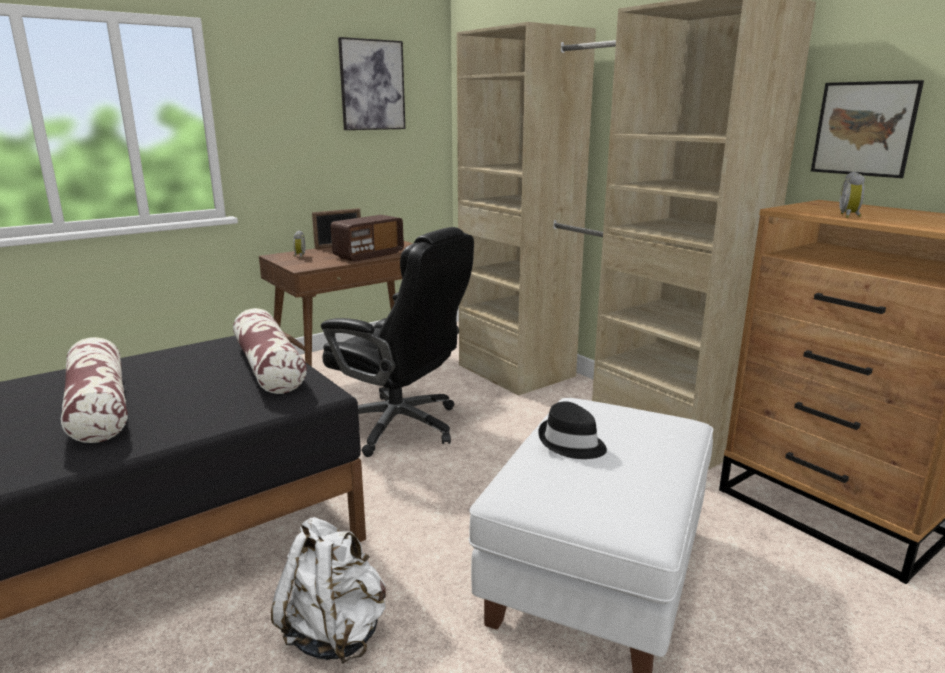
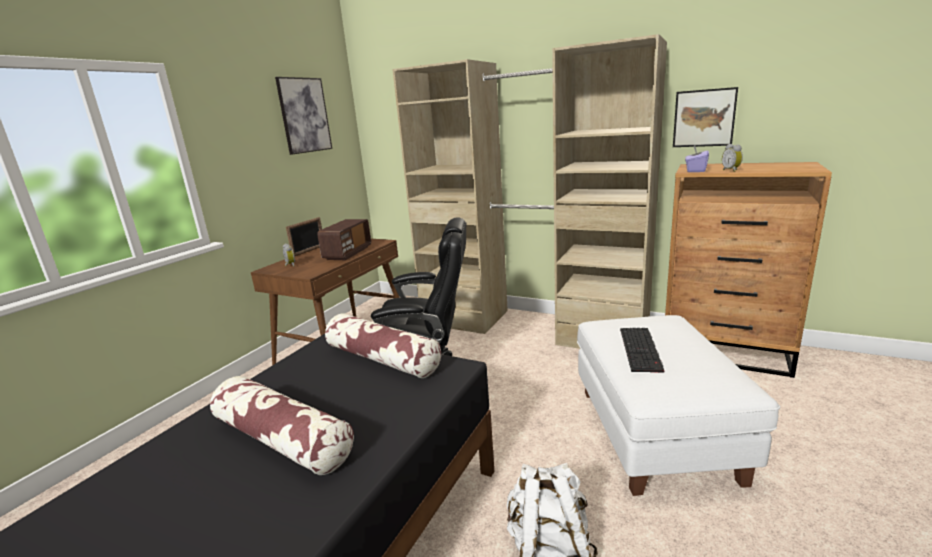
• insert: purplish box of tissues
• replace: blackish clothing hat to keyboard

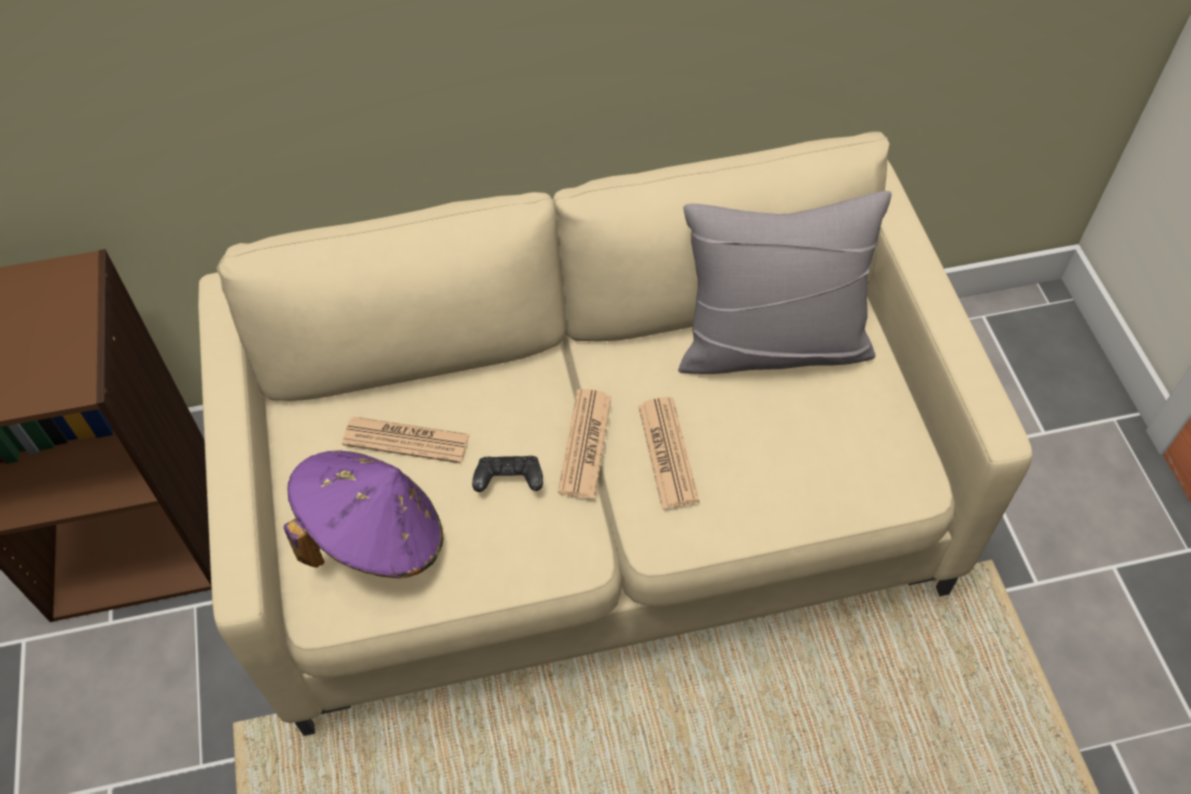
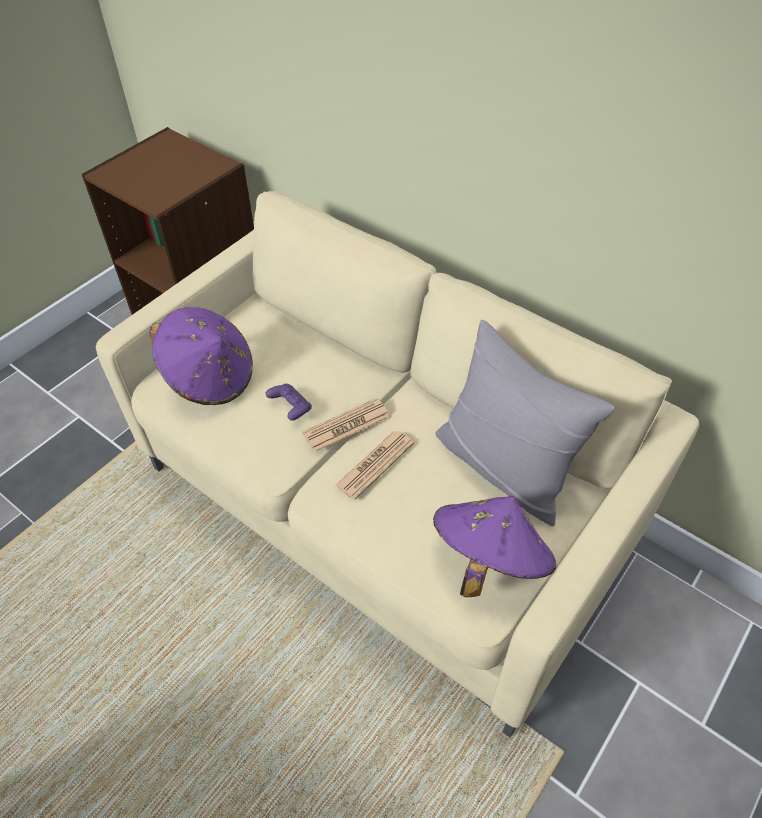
• delete: printed paper (1st from left)
• insert: purplish clothing hat (2nd from left)
• recolor: blackish joypad to purplish joypad

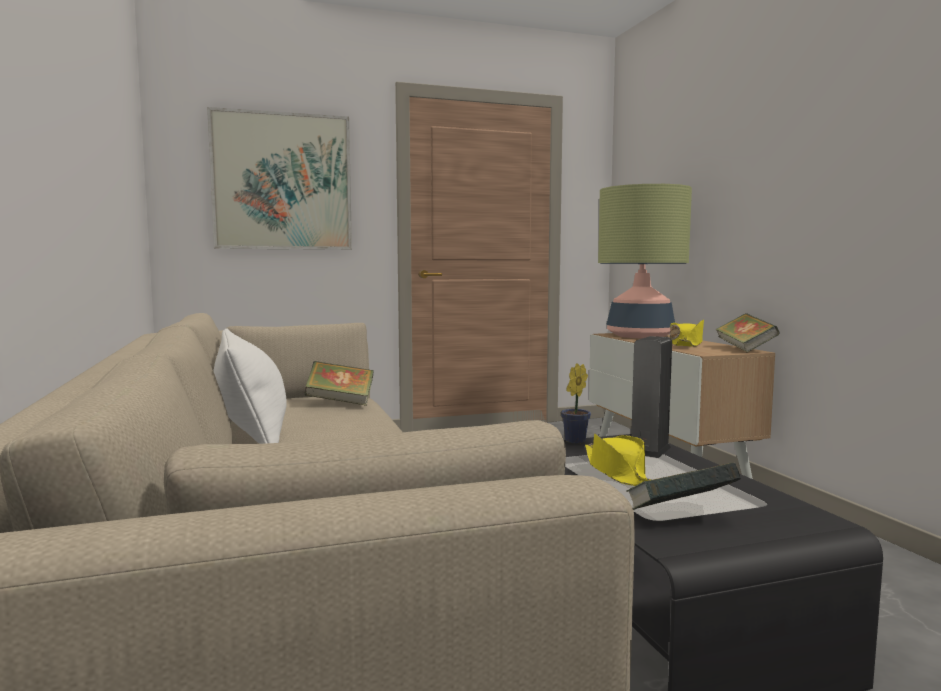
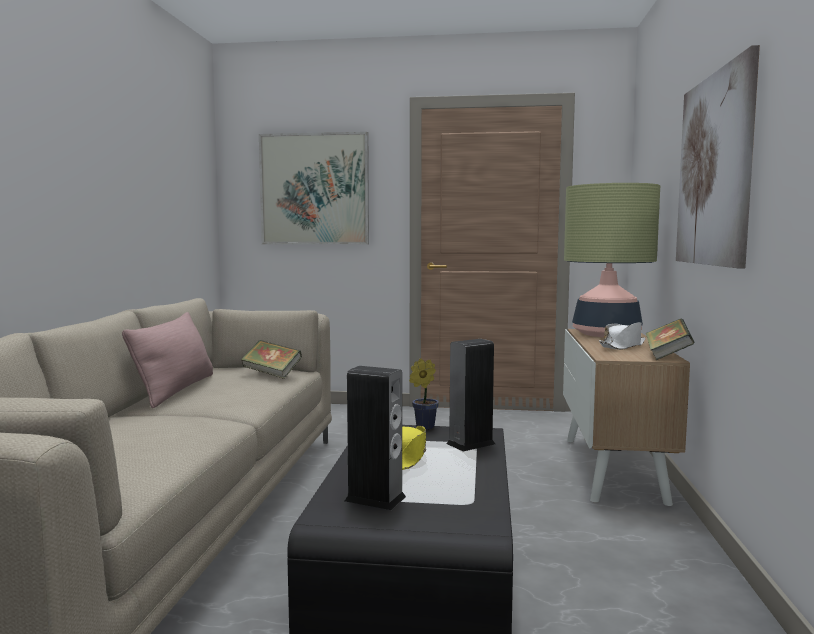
• insert: wall art (2nd from left)
• replace: bound book (2nd from left) to audio speaker (1st from left)
• recolor: whitish cushion to pinkish cushion
• recolor: yellow clothing hat (2nd from left) to whitish clothing hat

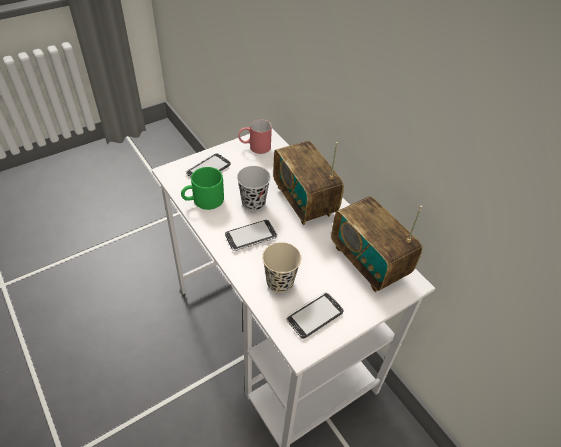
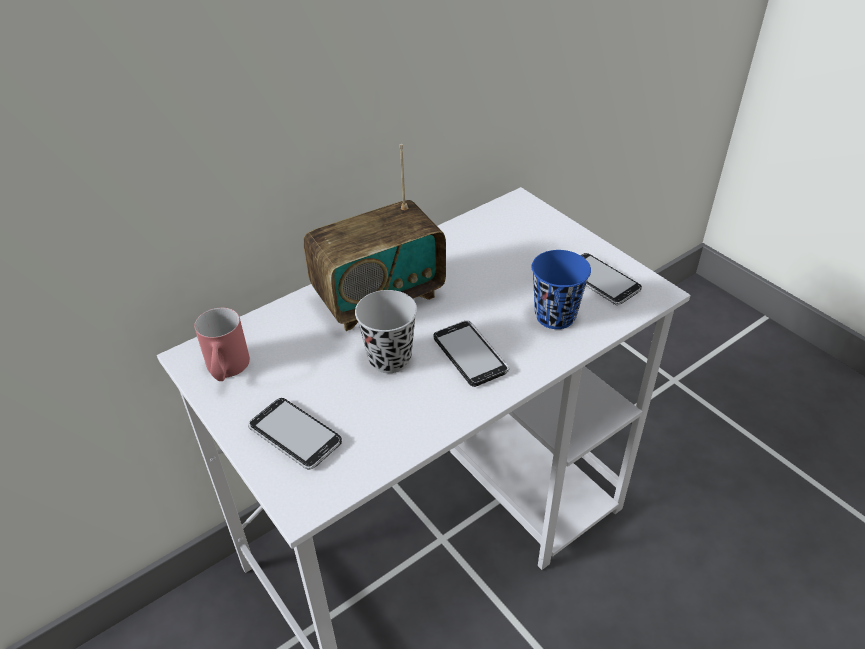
• delete: greenish coffee mug
• delete: radio (2nd from left)
• recolor: beige-coloured small cup to blue-coloured small cup

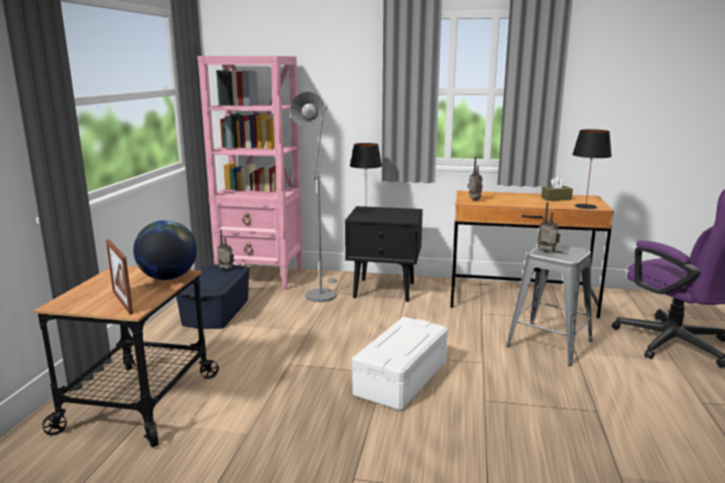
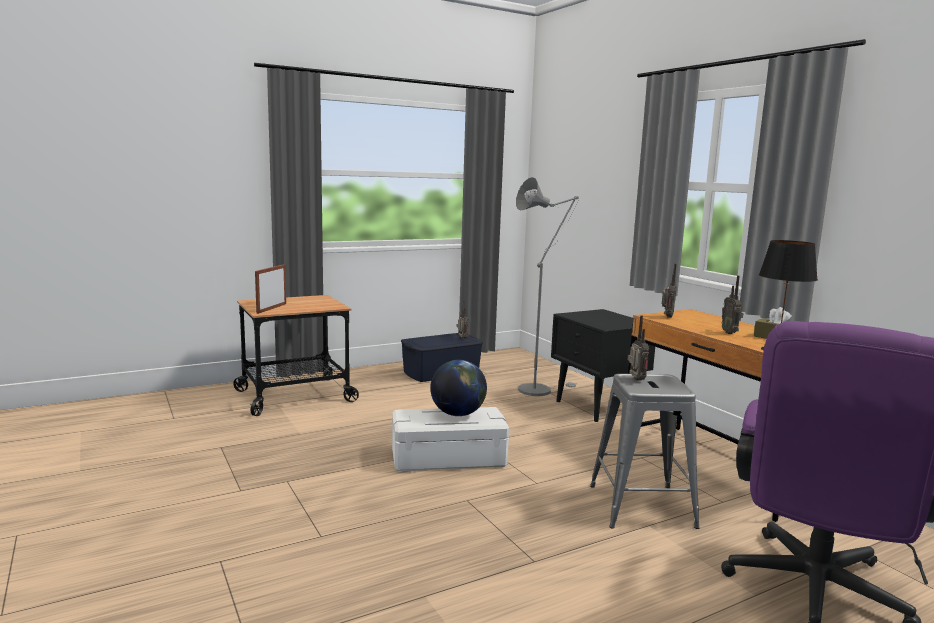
• delete: pinkish bookshelf
• delete: blackish tabletop lamp (1st from left)
• insert: radio (4th from left)
• move: globe

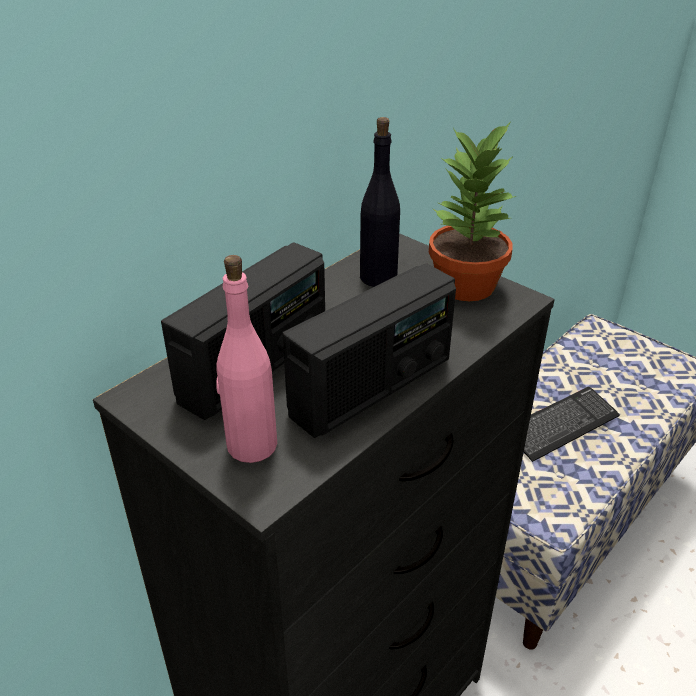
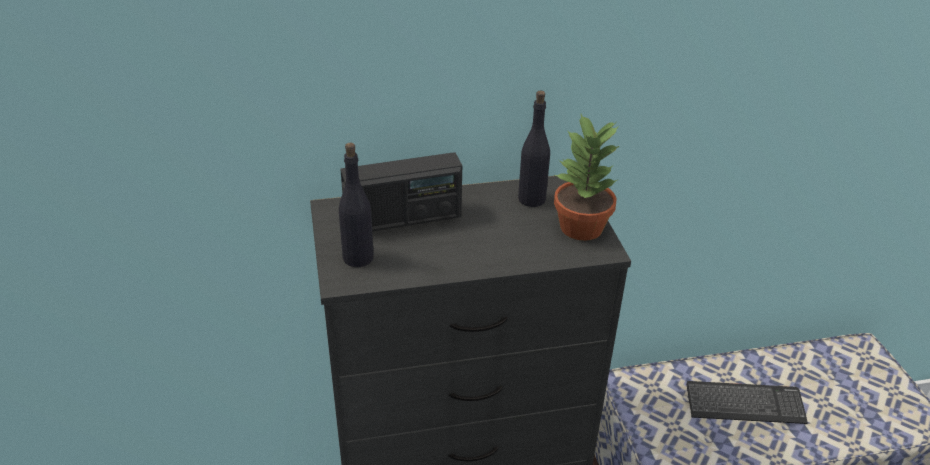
• delete: radio (2nd from left)
• recolor: pinkish beverage bottle to blackish beverage bottle (1st from left)

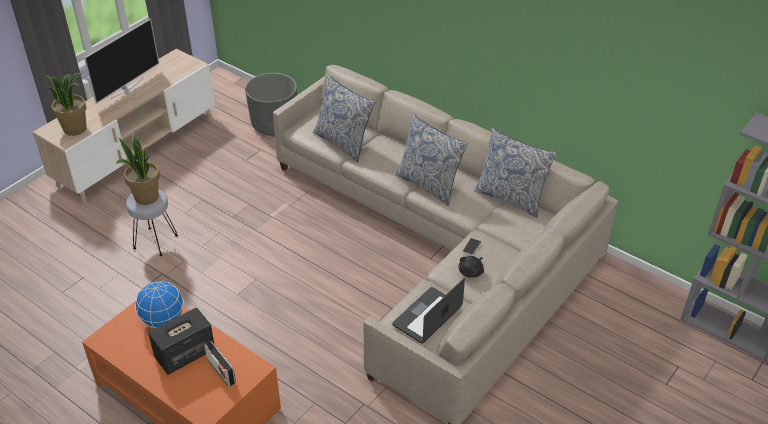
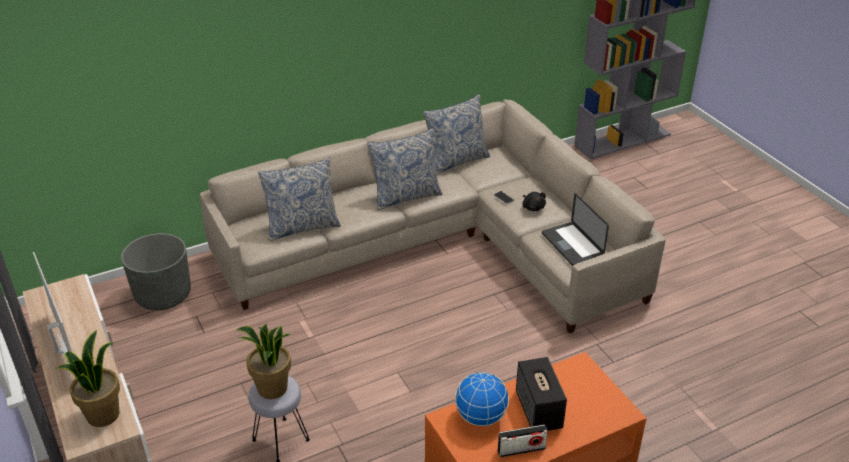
• move: radio

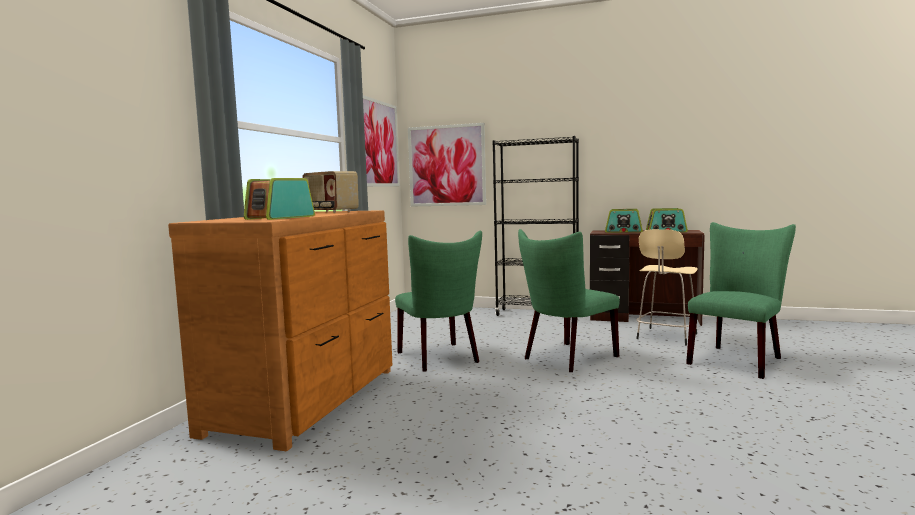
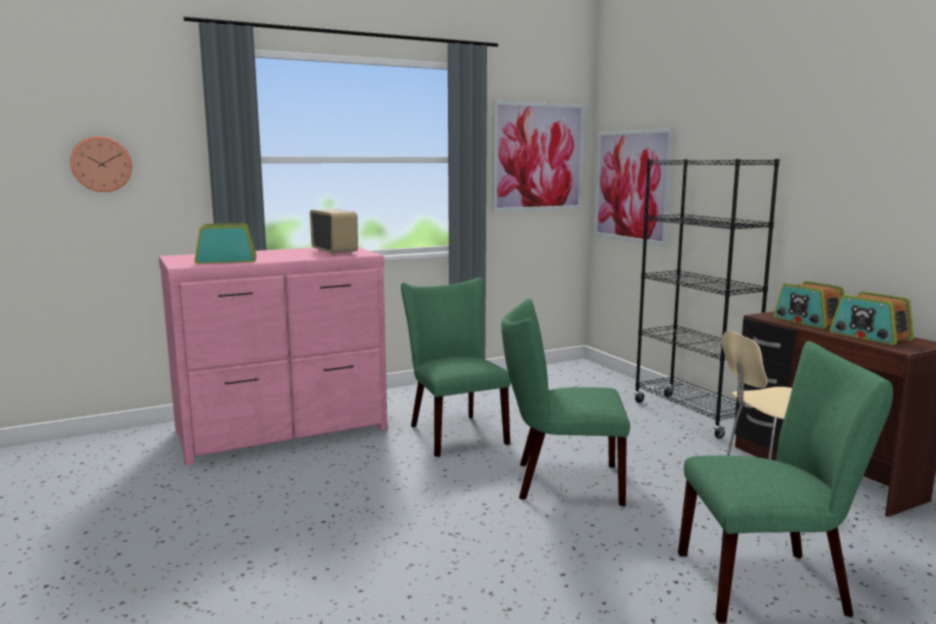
• insert: hanging clock
• recolor: brown-coloured chest of drawers to pinkish chest of drawers
• rotate: radio (2nd from left) 150 degrees clockwise
• rotate: greenish plain chair (1st from left) 135 degrees clockwise

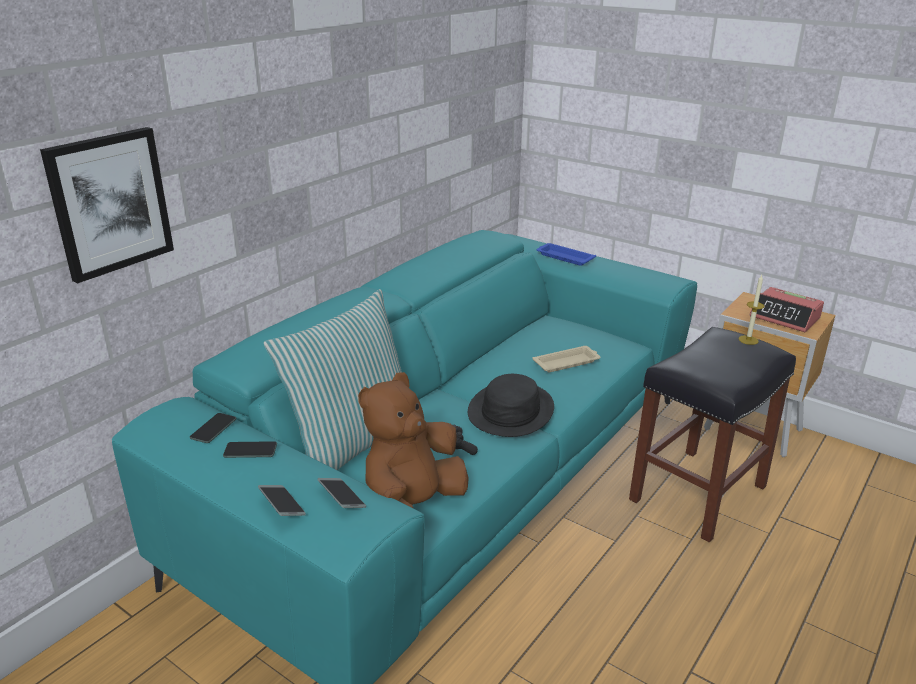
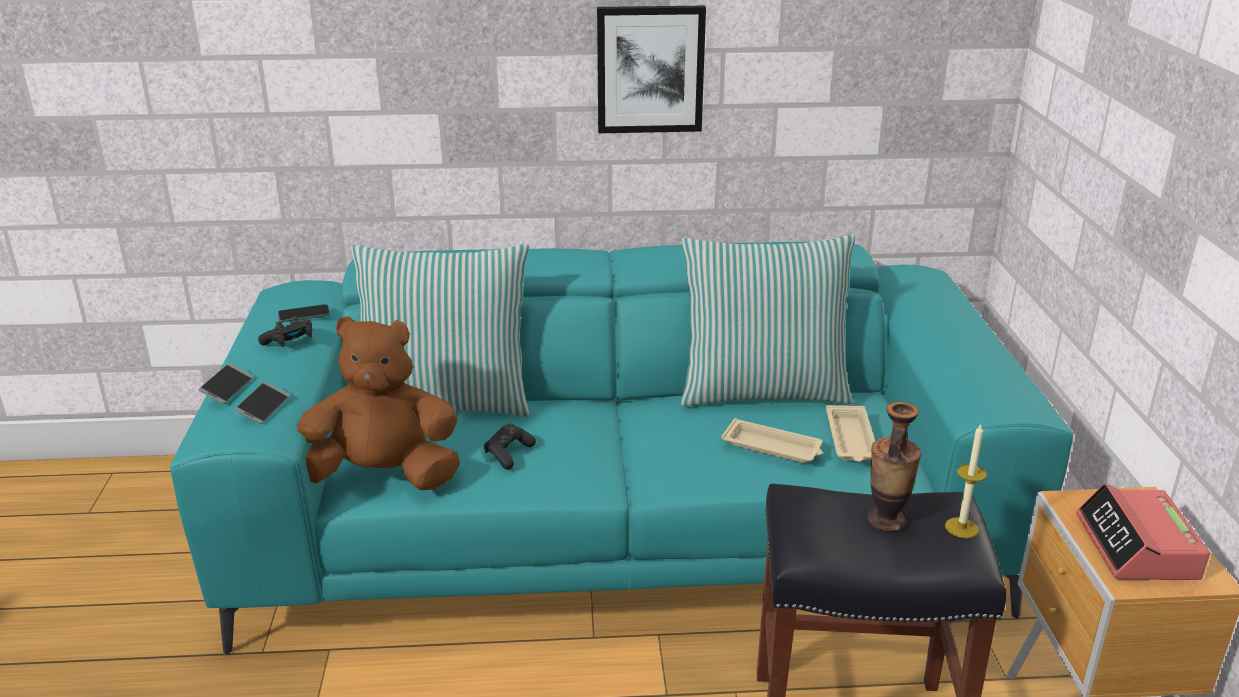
• delete: blackish clothing hat
• delete: blue-coloured carrying tray
• insert: cushion (2nd from left)
• insert: beige-coloured carrying tray (2nd from left)
• insert: flower vase
• move: wall art
• replace: phone (2nd from left) to blackish joypad (1st from left)

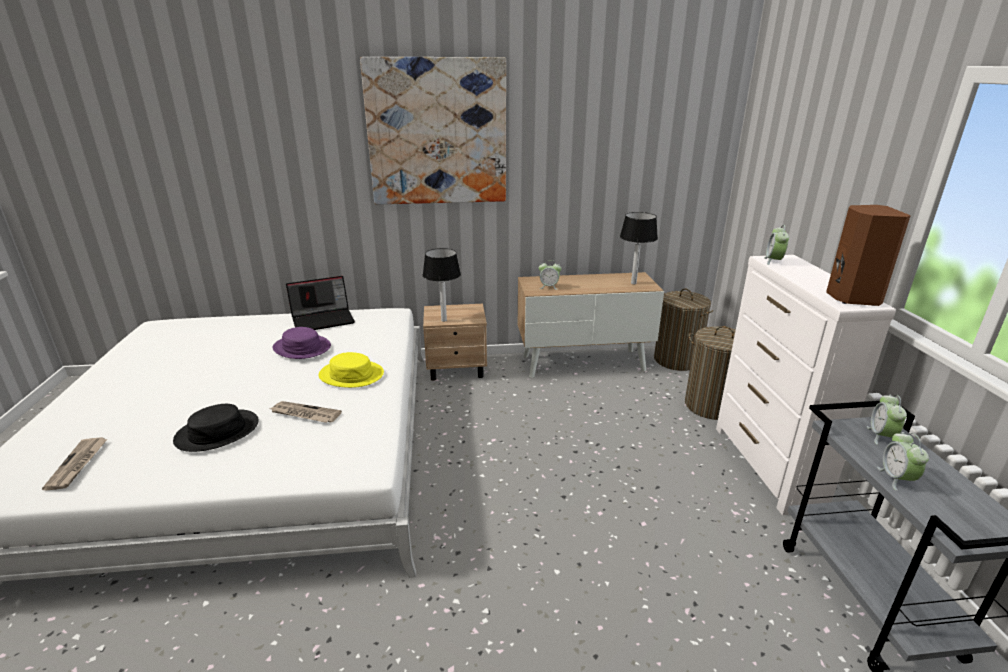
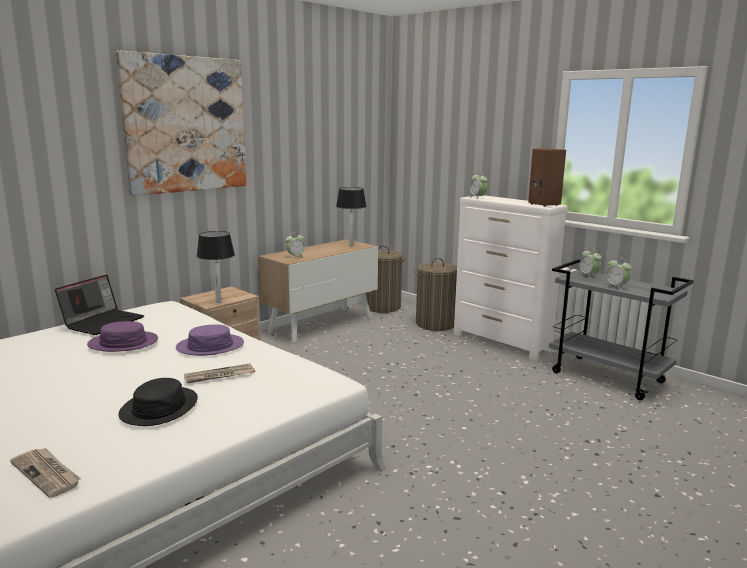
• recolor: yellow clothing hat to purplish clothing hat (2nd from left)

